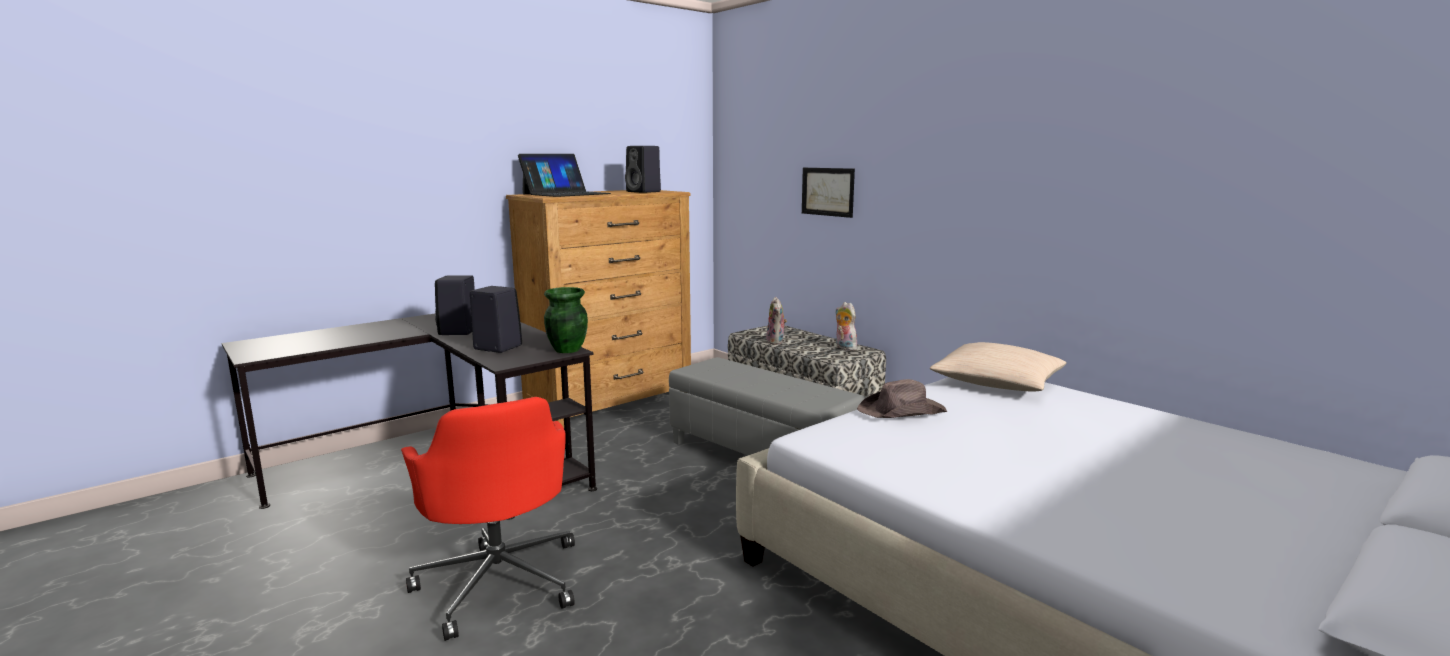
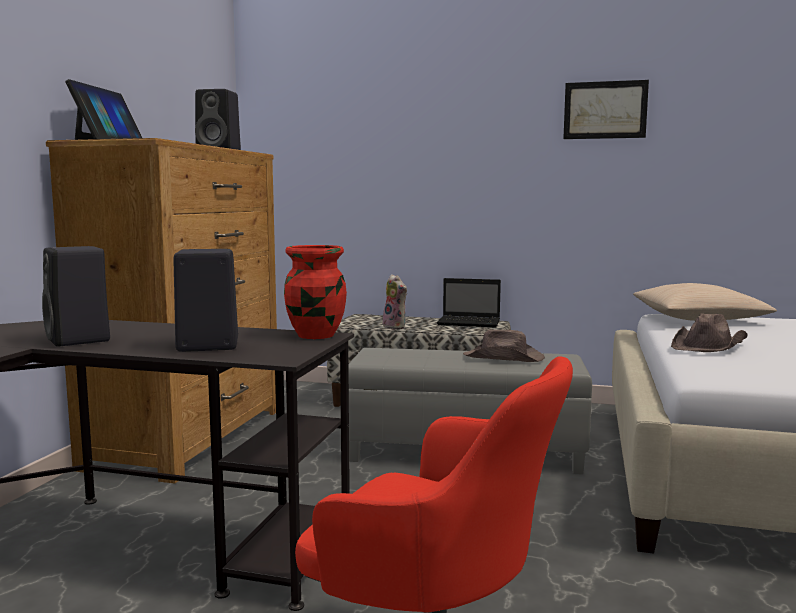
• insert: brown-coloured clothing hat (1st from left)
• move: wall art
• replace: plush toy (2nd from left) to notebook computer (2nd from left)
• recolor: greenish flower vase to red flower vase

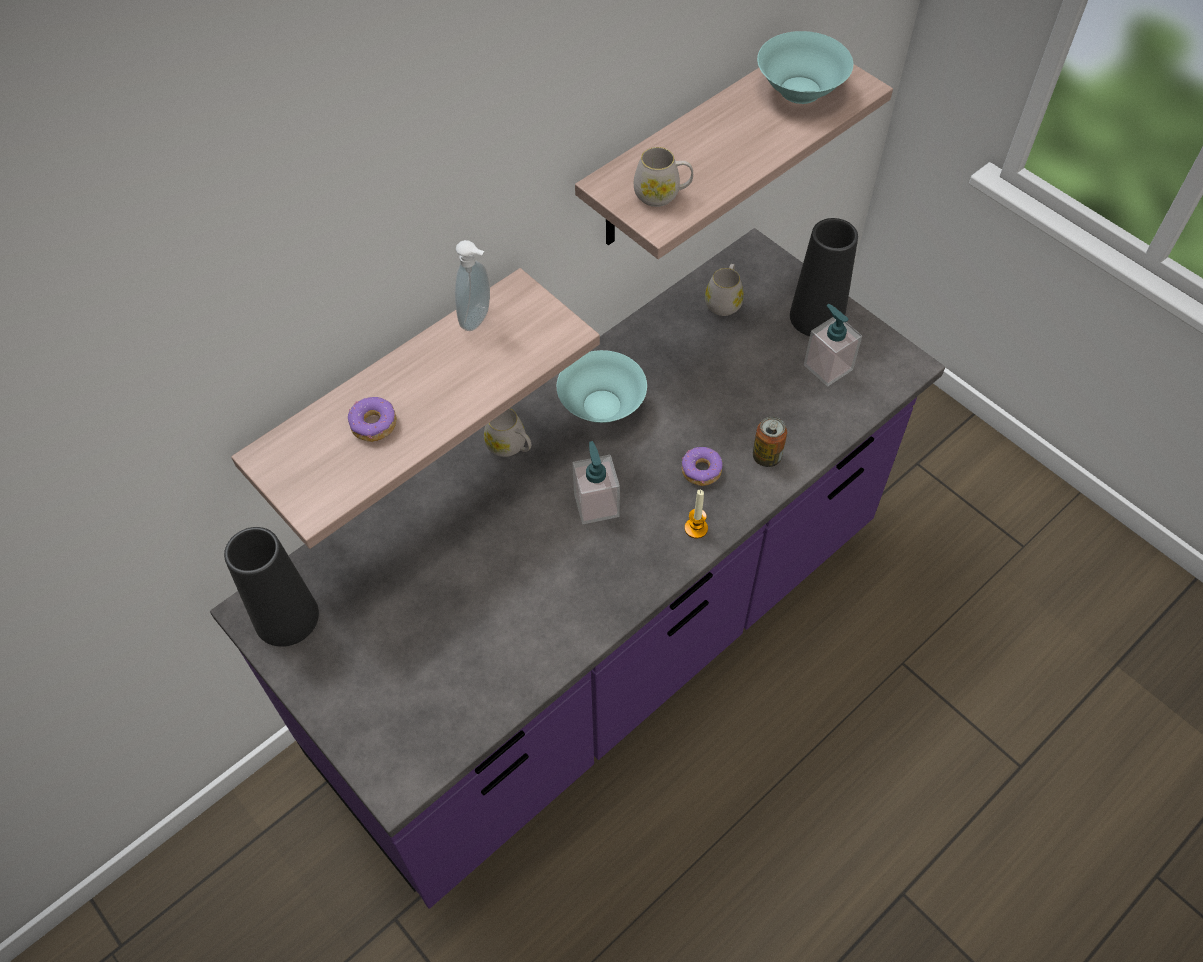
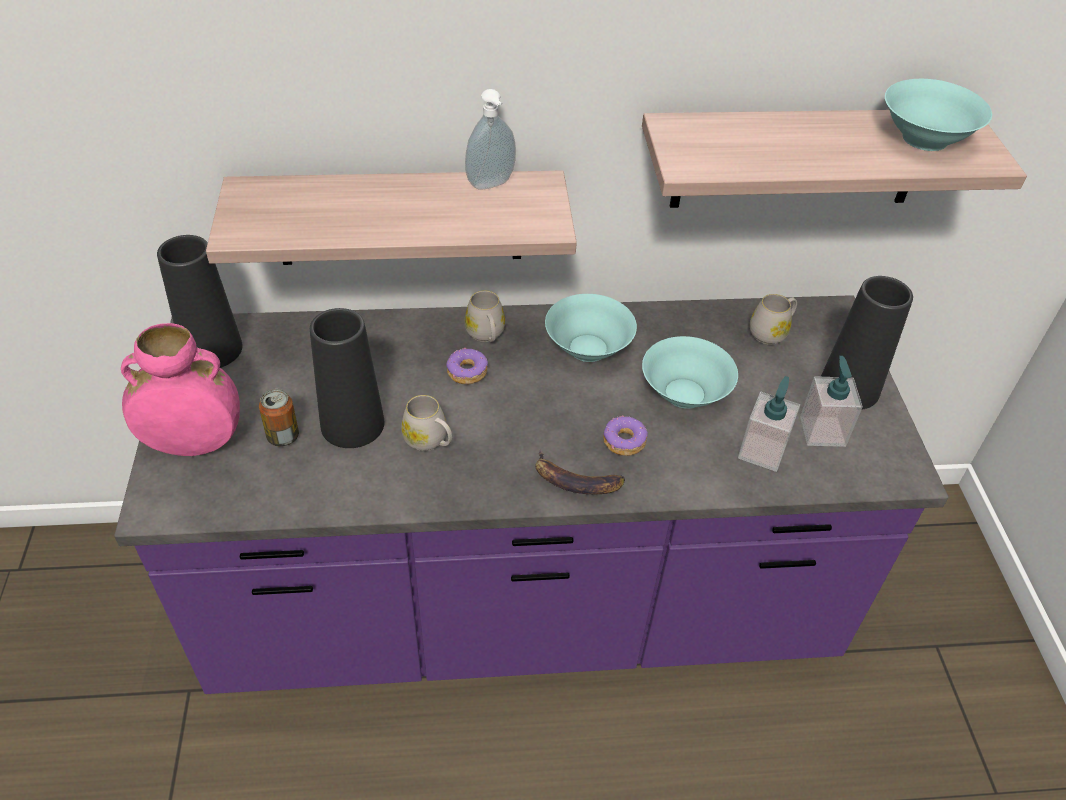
• insert: pinkish flower vase
• insert: blackish flower vase (2nd from left)
• insert: turquoise-coloured serving bowl (2nd from left)
• move: donut (1st from left)
• move: soap dispenser (2nd from left)
• move: whitish coffee mug (2nd from left in the first image) to whitish coffee mug (1st from left)
• move: sealed can
• replace: wax candle to banana fruit

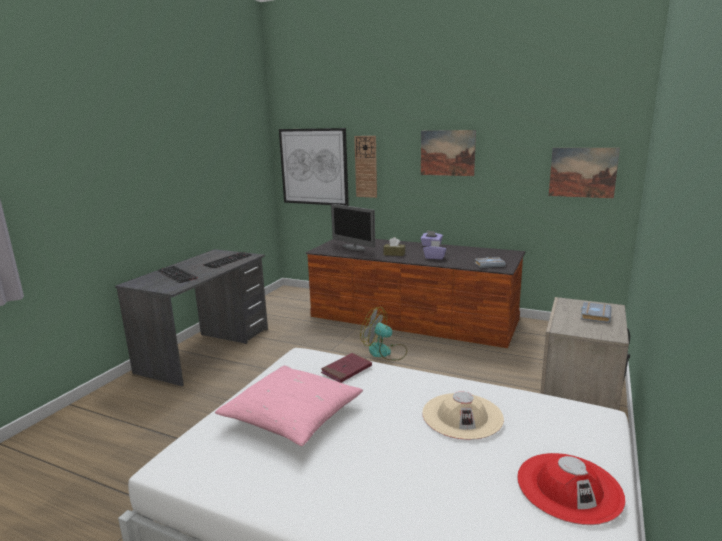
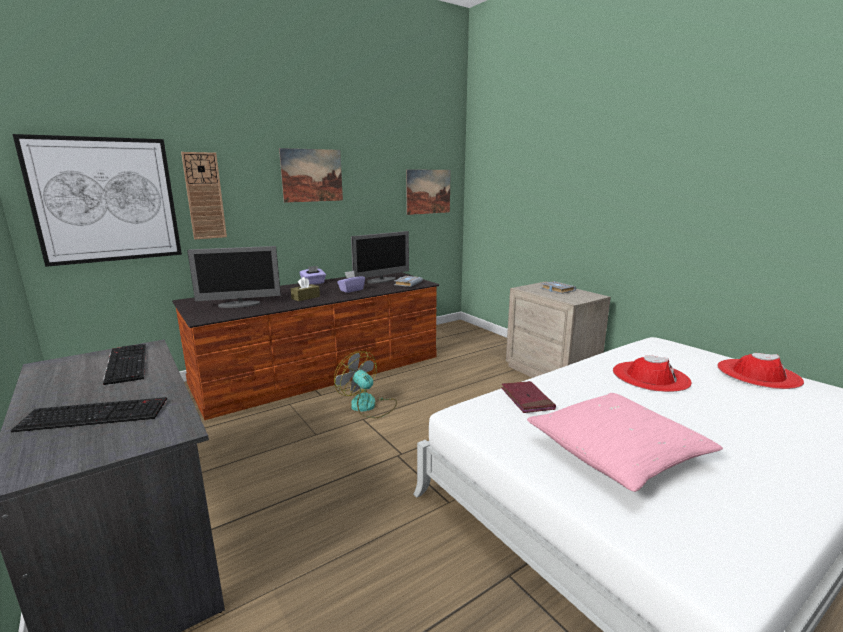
• insert: computer display (2nd from left)
• recolor: beige-coloured clothing hat to red clothing hat (1st from left)
• rotate: cooling fan 75 degrees clockwise

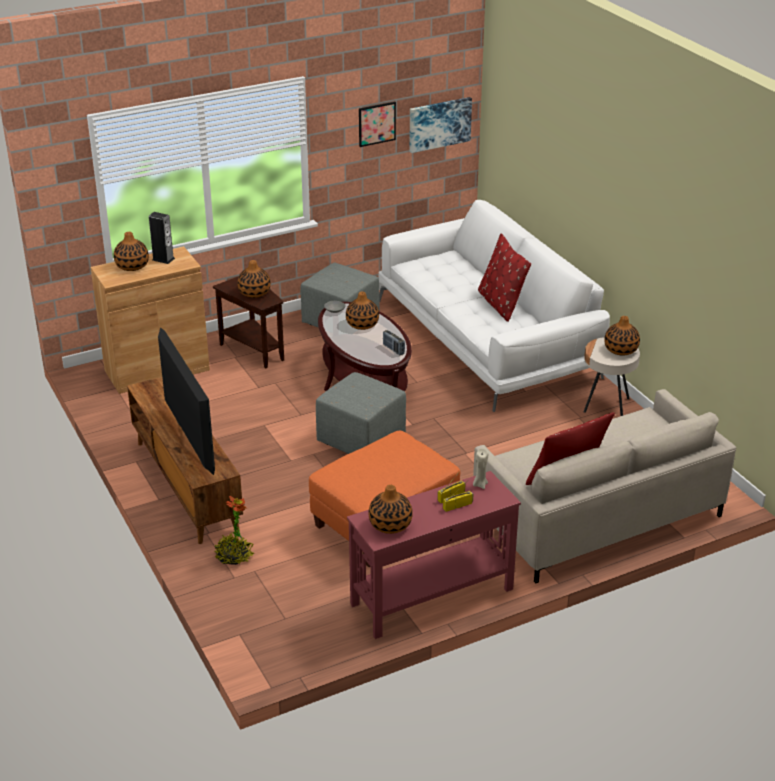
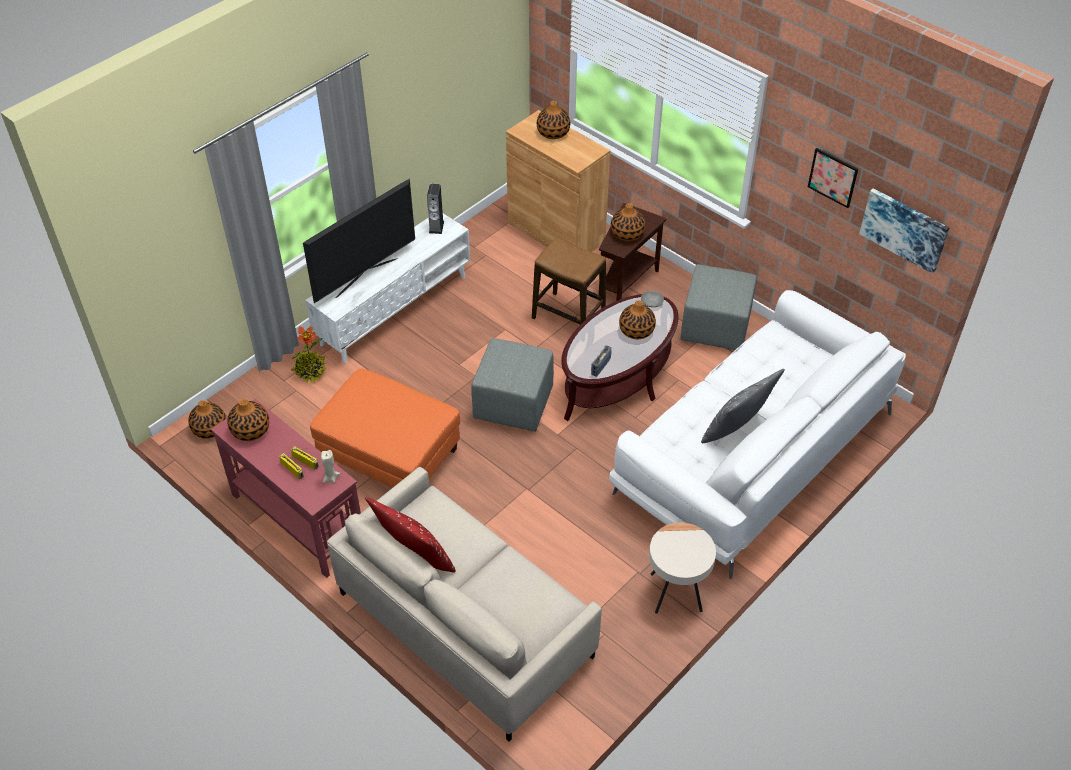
• insert: stool
• move: audio speaker
• move: flower vase (5th from left in the first image) to flower vase (1st from left)
• recolor: brown-coloured tv stand to whitish tv stand
• recolor: red cushion (1st from left) to grey cushion

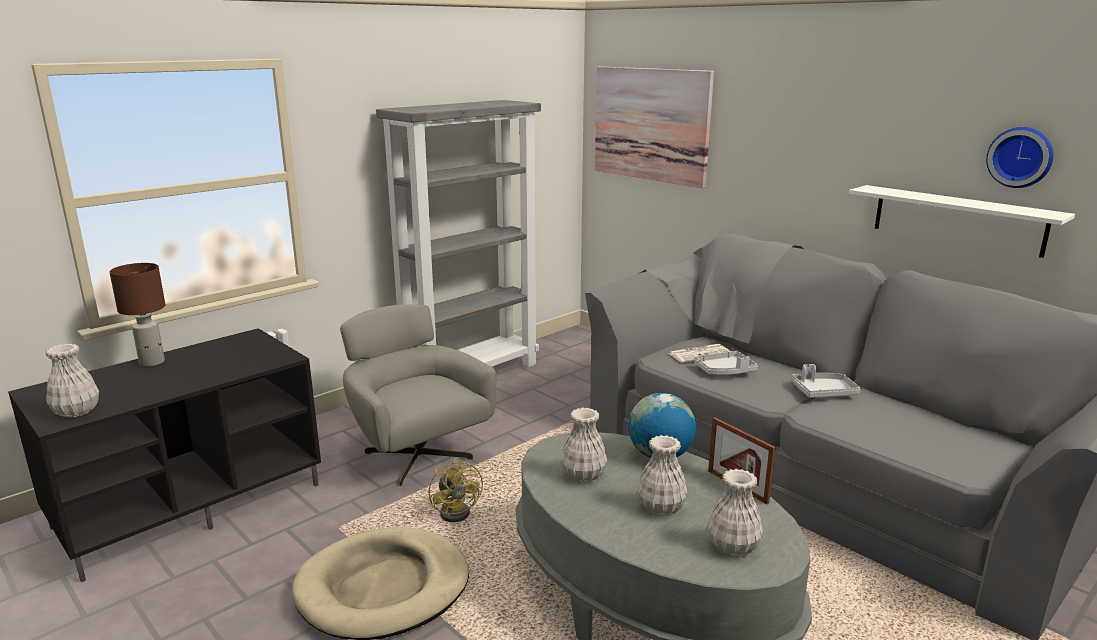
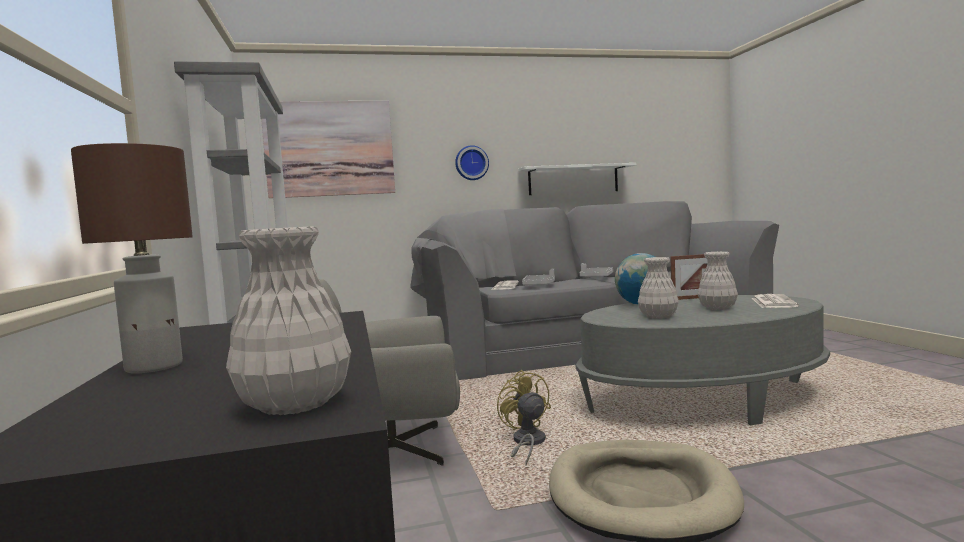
• move: hanging clock
• replace: whitish flower vase (4th from left) to printed paper (2nd from left)
• rotate: yellow cooling fan 120 degrees counterclockwise

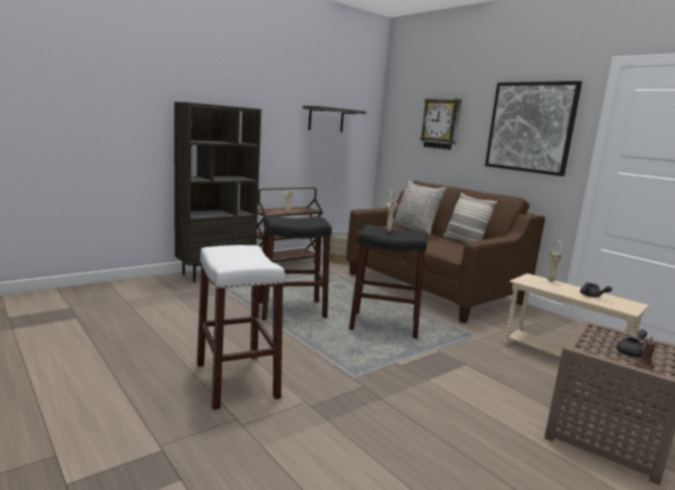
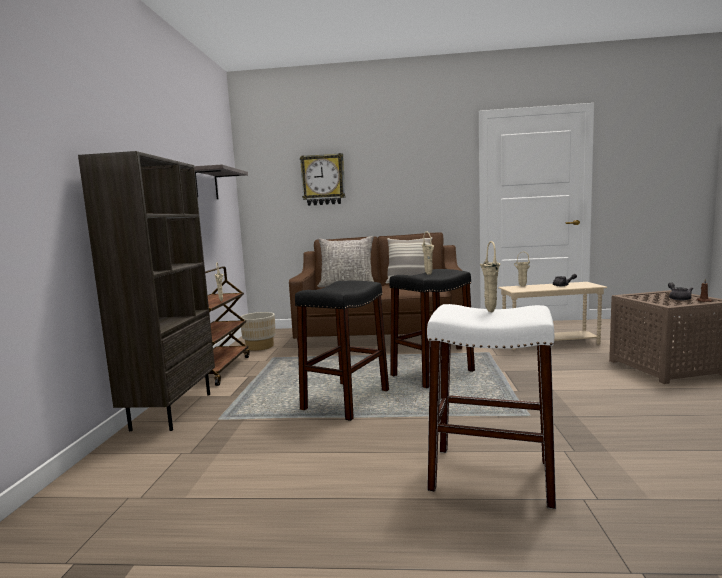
• delete: wall art
• insert: beige-coloured flower vase (3rd from left)

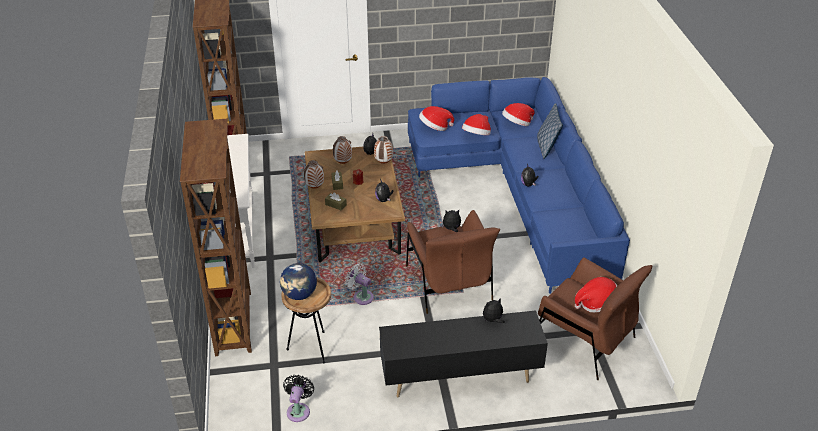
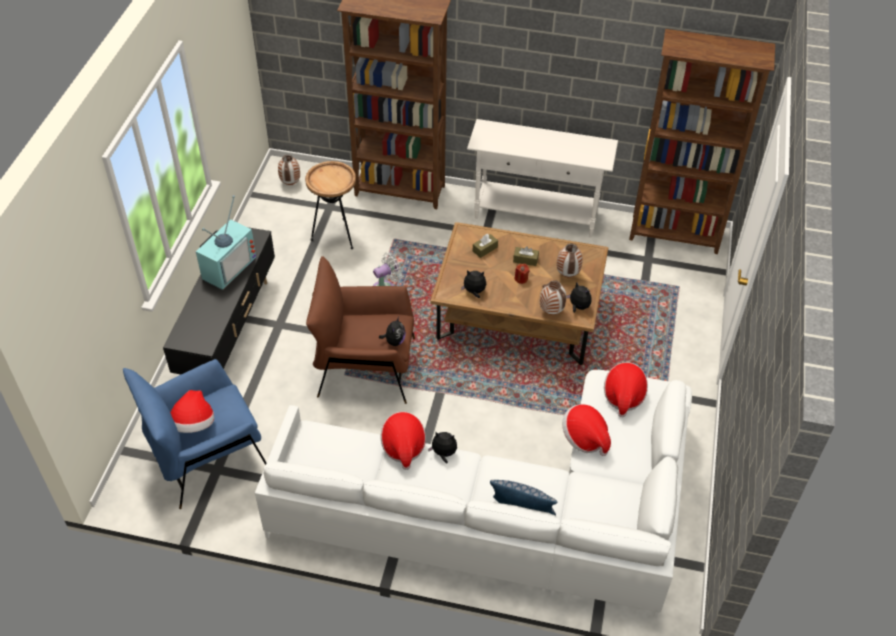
• delete: globe
• delete: blackish cooling fan
• delete: plush toy (4th from left)
• insert: television
• move: flower vase (1st from left)
• move: clothing hat (3rd from left in the first image) to clothing hat (2nd from left)
• recolor: blue-coloured couch to whitish couch
• recolor: brown-coloured easy chair (2nd from left) to blue-coloured easy chair

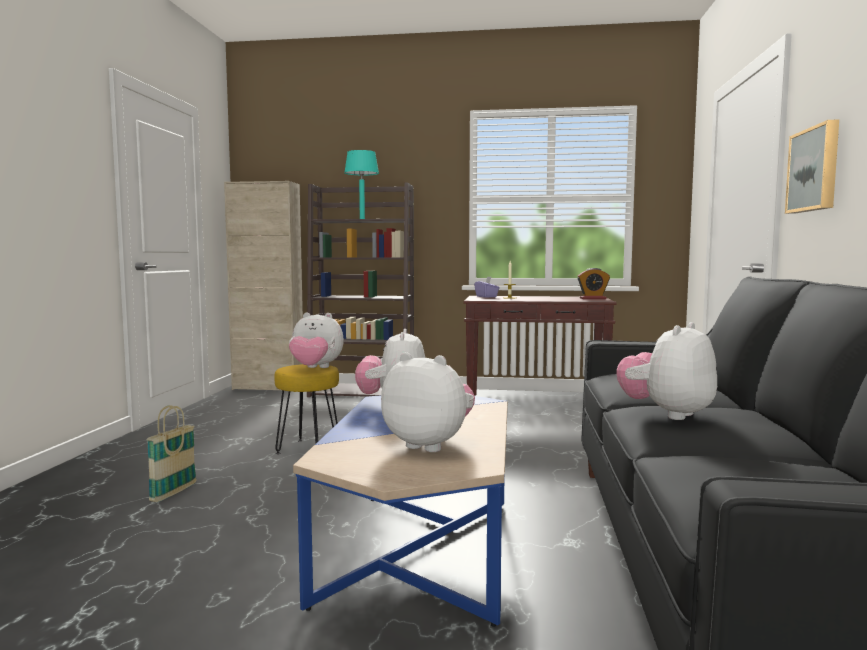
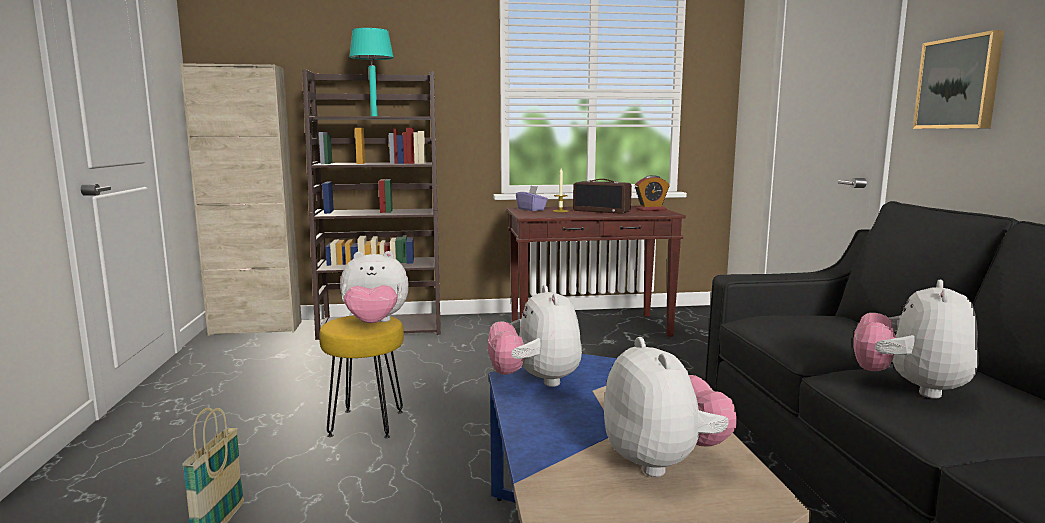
• insert: radio
• rotate: plush toy (3rd from left) 60 degrees clockwise

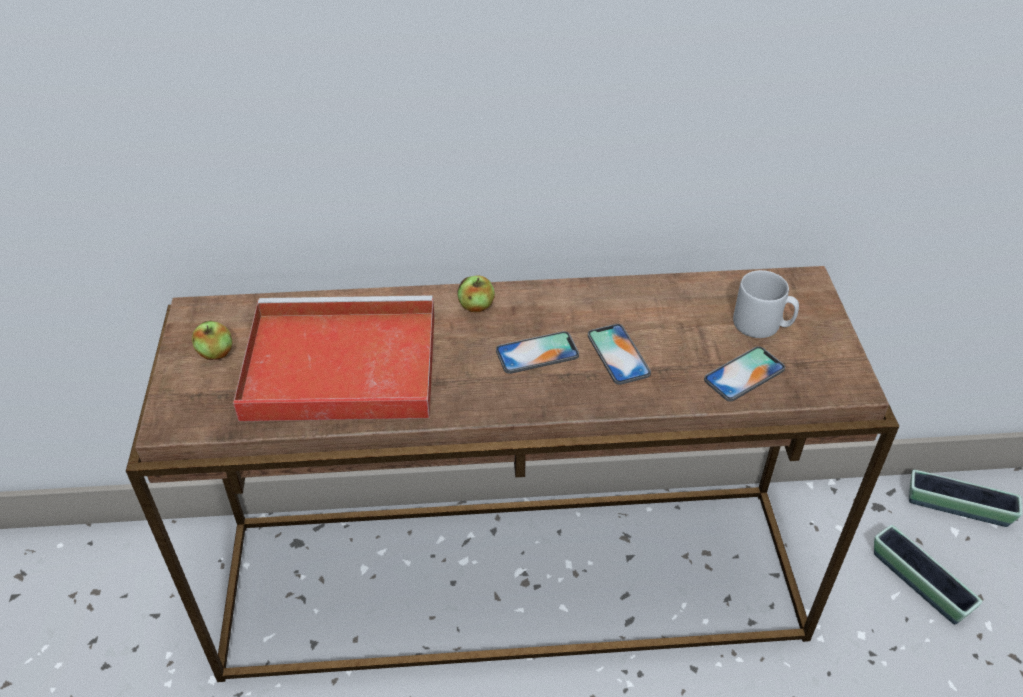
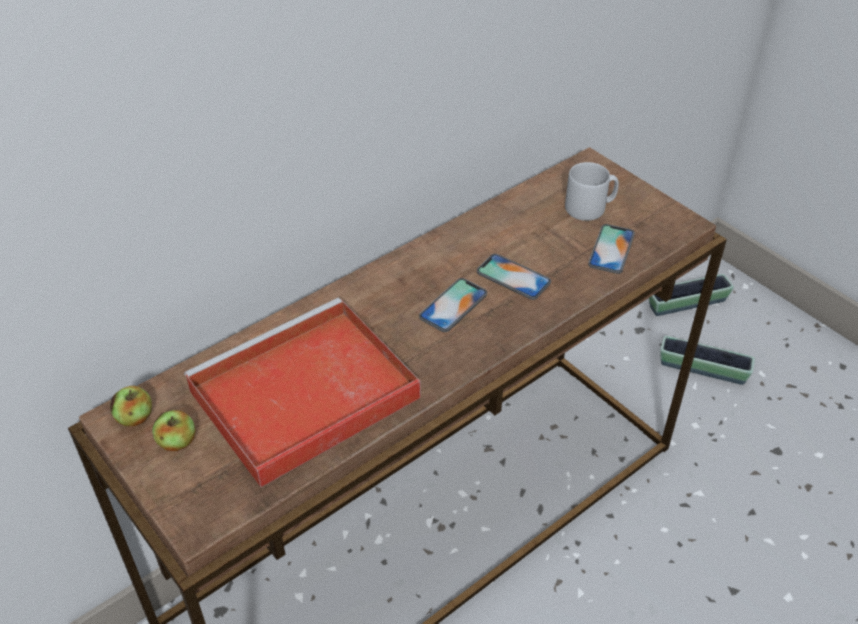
• move: apple fruit (2nd from left in the first image) to apple fruit (1st from left)

